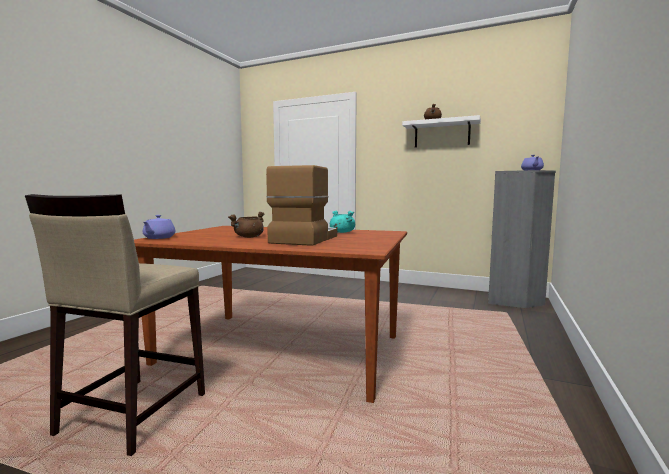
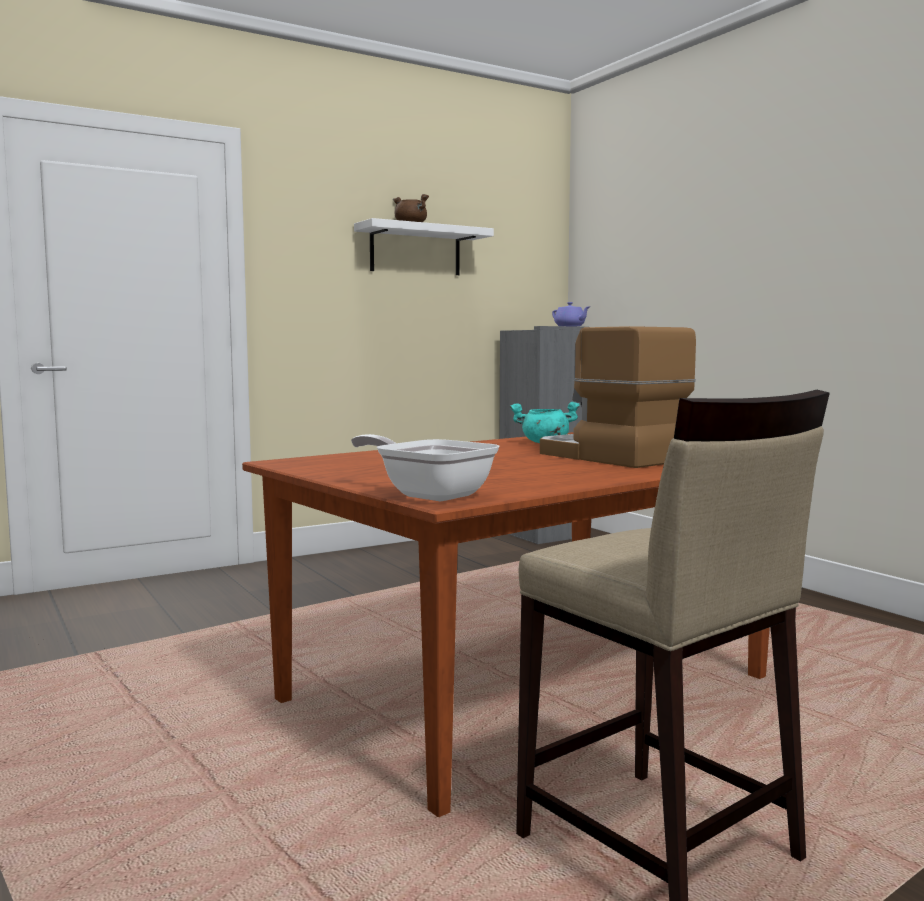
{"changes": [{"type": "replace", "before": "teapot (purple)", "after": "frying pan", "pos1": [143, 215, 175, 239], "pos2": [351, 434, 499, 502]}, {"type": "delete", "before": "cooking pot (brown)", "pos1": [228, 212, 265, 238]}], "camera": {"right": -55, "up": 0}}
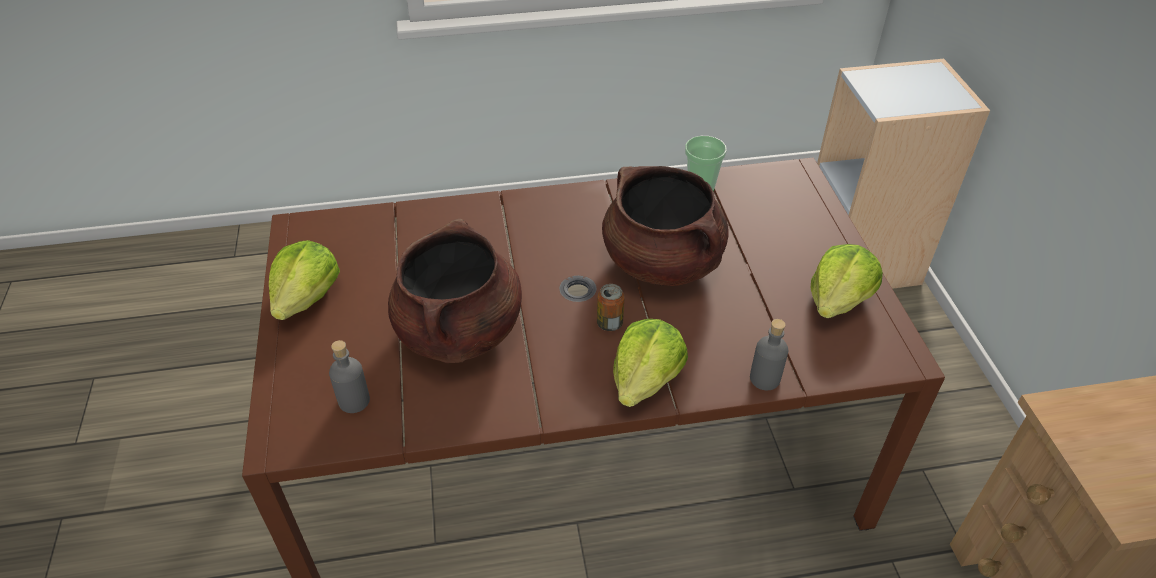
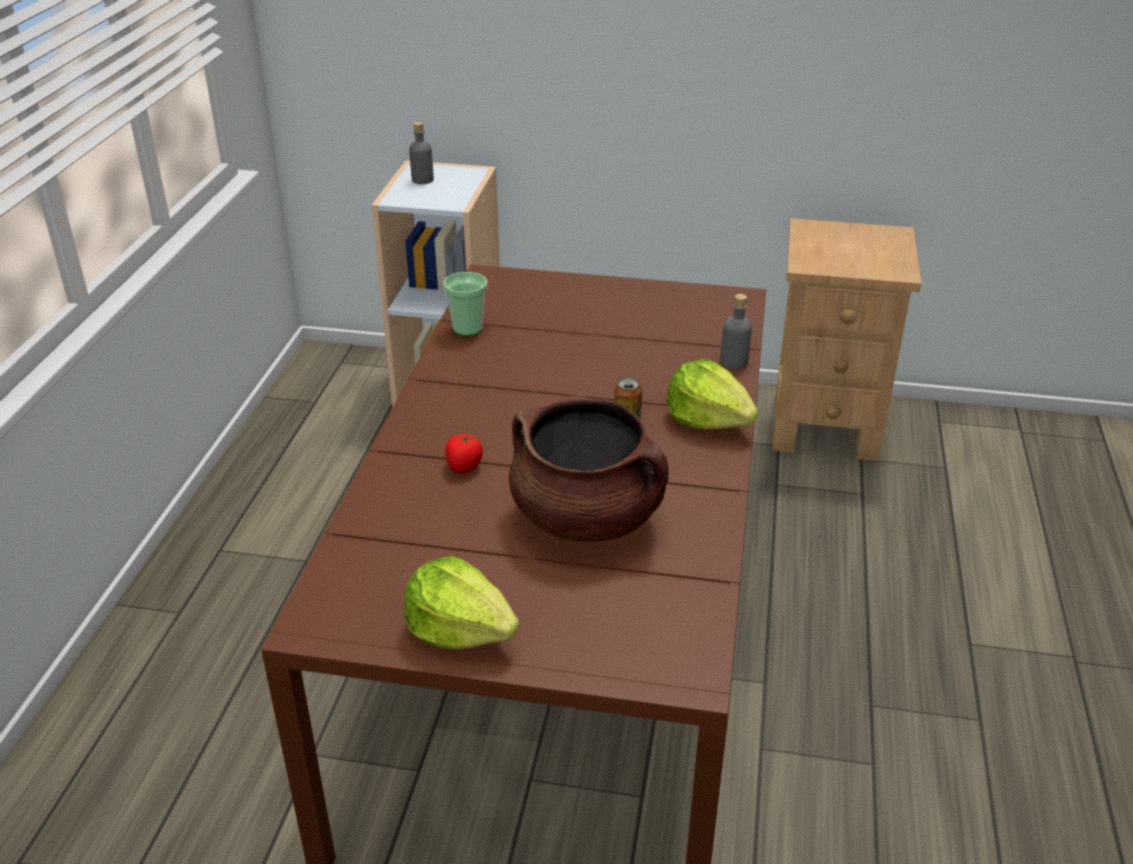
{"changes": [{"type": "move", "before": "bottle (grey)", "pos1": [329, 340, 370, 413], "pos2": [409, 122, 434, 184]}, {"type": "delete", "before": "cooking pot (brown)", "pos1": [602, 166, 729, 286]}, {"type": "delete", "before": "lettuce", "pos1": [811, 244, 883, 318]}, {"type": "insert", "after": "tomato", "pos2": [445, 433, 483, 473]}], "camera": {"right": -70, "up": -10}}
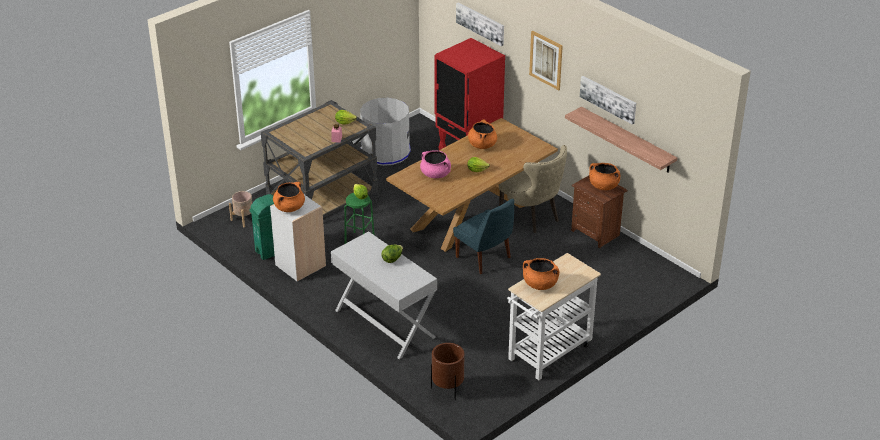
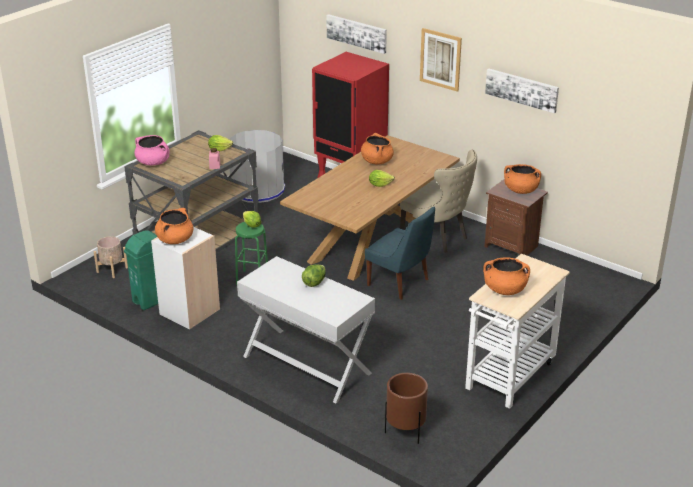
{"changes": [{"type": "move", "before": "cooking pot (pink)", "pos1": [420, 150, 451, 178], "pos2": [134, 135, 170, 165]}, {"type": "delete", "before": "shelf", "pos1": [565, 107, 677, 173]}], "camera": {"right": -10, "up": -5}}
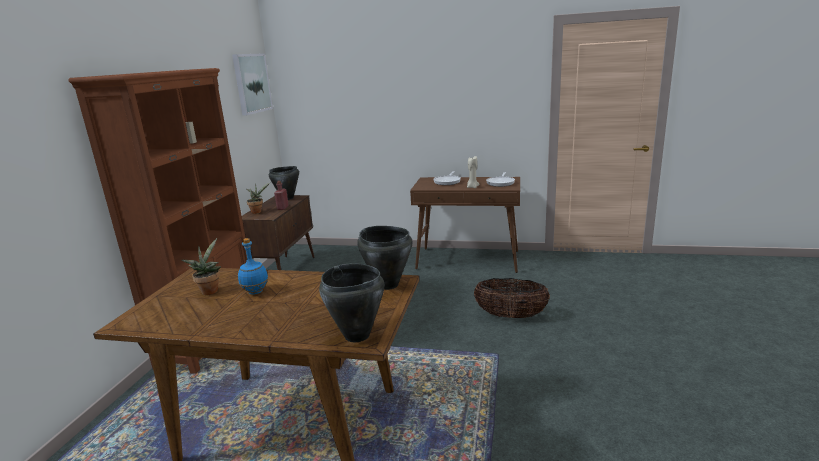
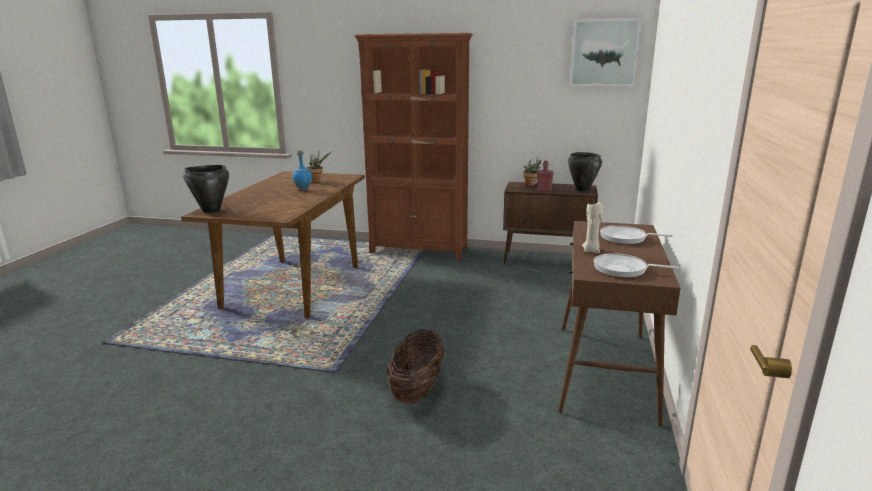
{"changes": [{"type": "delete", "before": "cooking pot (black)", "pos1": [357, 226, 413, 290]}], "camera": {"right": 90, "up": 0}}
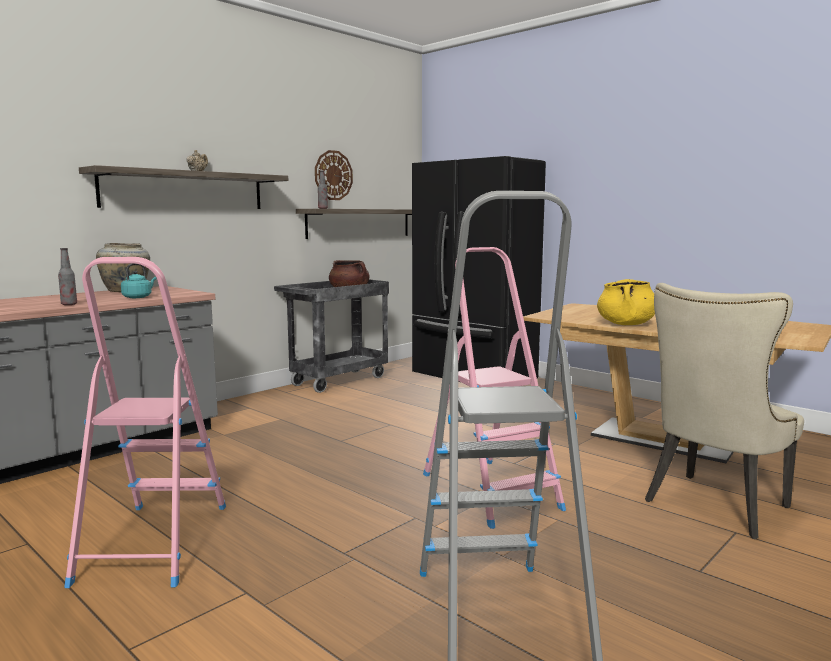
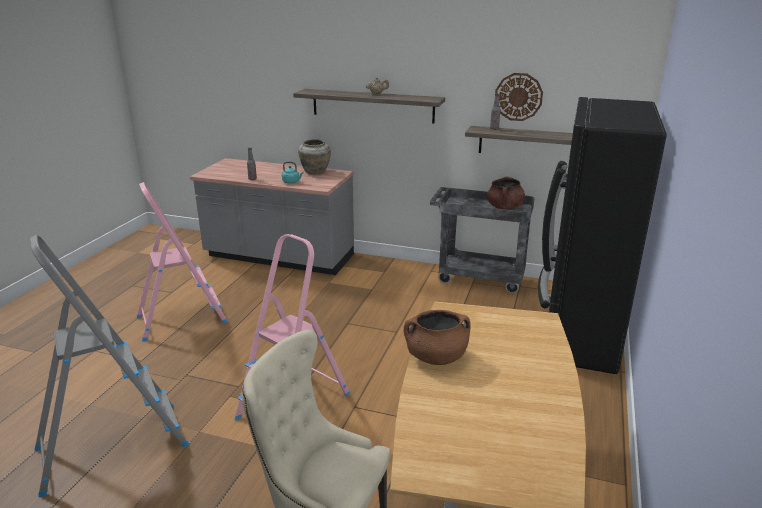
{"changes": [{"type": "recolor", "before": "cooking pot (yellow)", "after": "cooking pot (brown)", "pos1": [597, 279, 655, 325], "pos2": [404, 310, 471, 365]}], "camera": {"right": 65, "up": 15}}
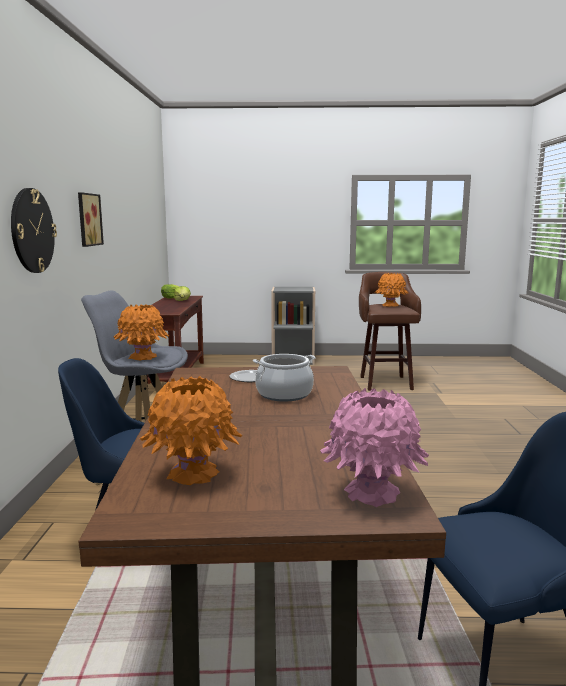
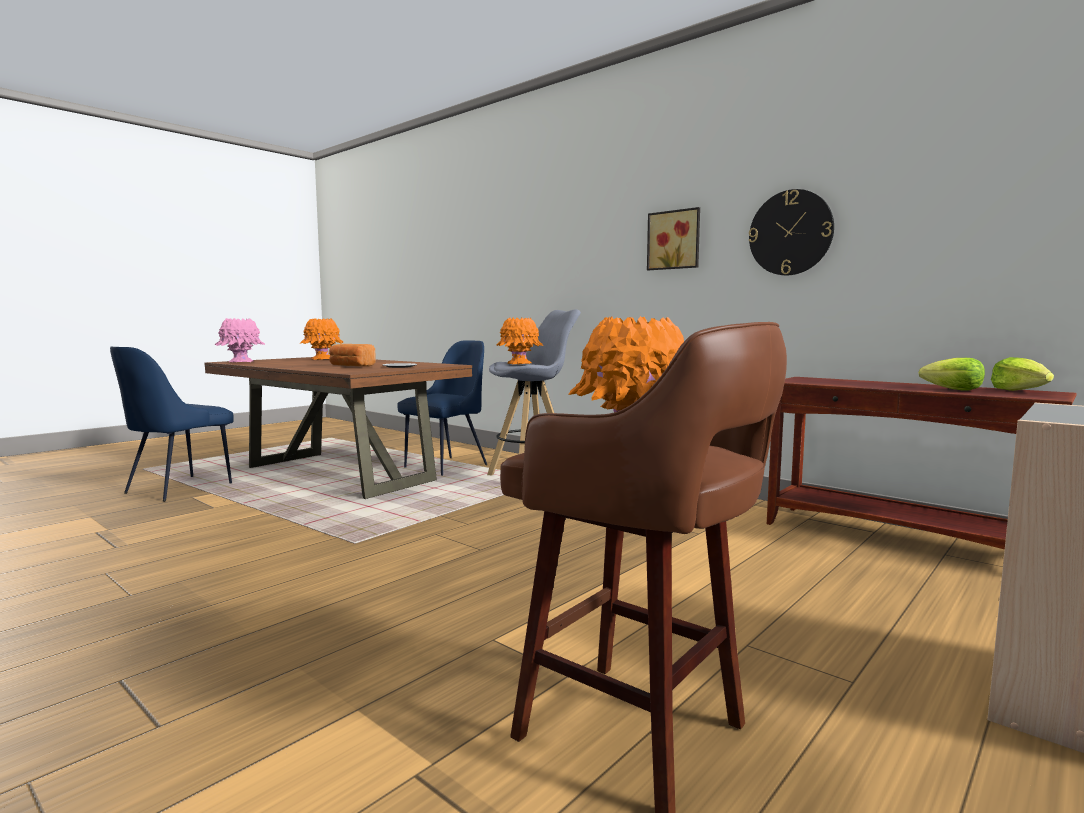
{"changes": [{"type": "move", "before": "wall clock", "pos1": [11, 188, 57, 273], "pos2": [749, 189, 834, 275]}, {"type": "replace", "before": "cooking pot", "after": "bread", "pos1": [253, 354, 315, 401], "pos2": [329, 344, 376, 366]}], "camera": {"right": 130, "up": -5}}
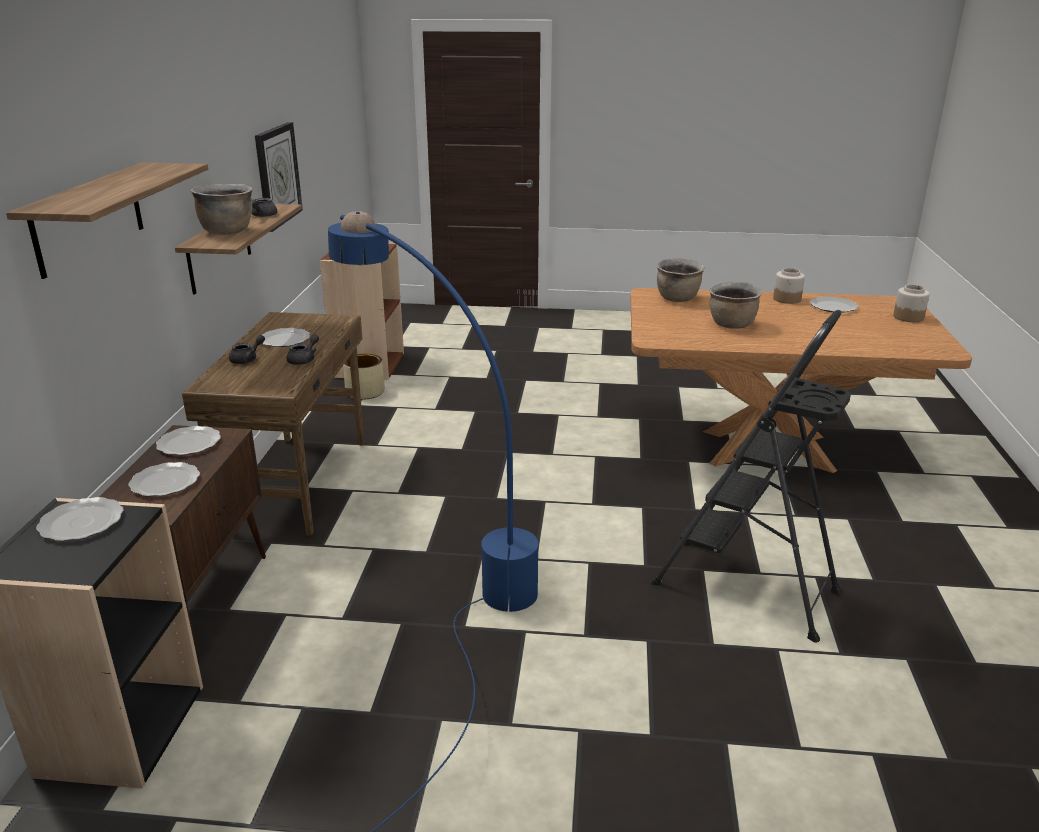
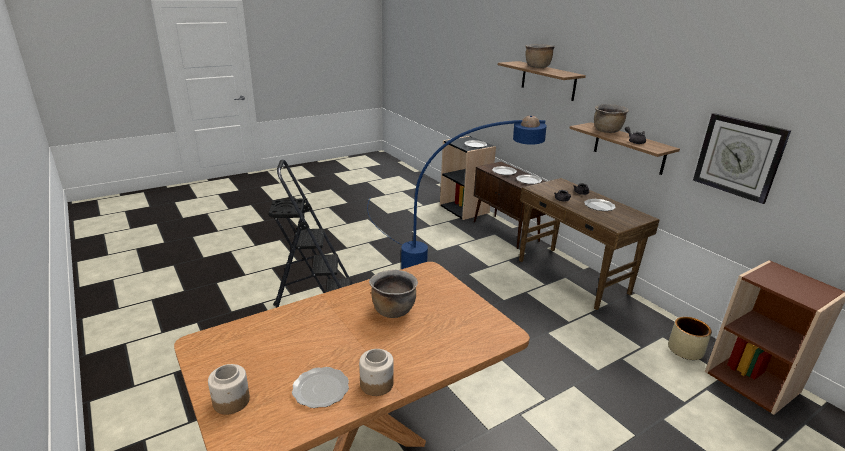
{"changes": [{"type": "move", "before": "cooking pot (brown)", "pos1": [657, 258, 705, 302], "pos2": [525, 44, 555, 68]}], "camera": {"right": 140, "up": 0}}
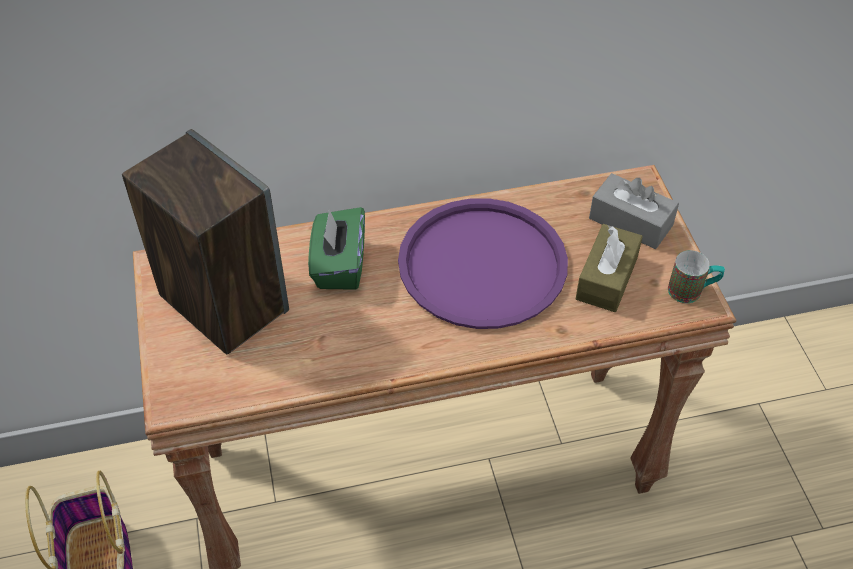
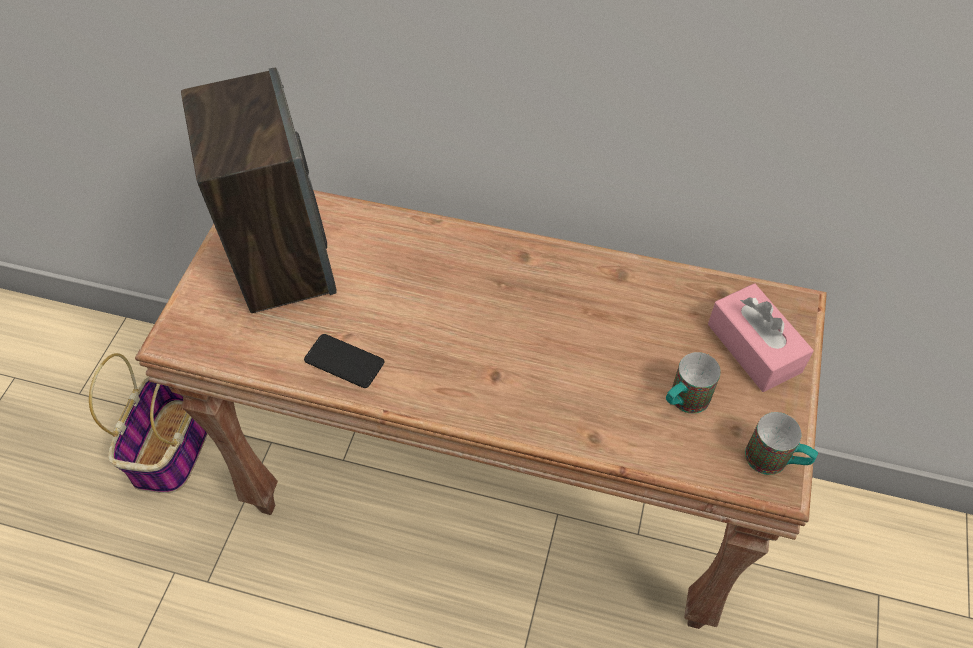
{"changes": [{"type": "delete", "before": "tissue box (green)", "pos1": [308, 207, 365, 290]}, {"type": "delete", "before": "tray (purple)", "pos1": [398, 198, 568, 329]}, {"type": "replace", "before": "tissue box (brown)", "after": "mug", "pos1": [576, 224, 643, 312], "pos2": [666, 352, 721, 414]}, {"type": "recolor", "before": "tissue box (grey)", "after": "tissue box (pink)", "pos1": [589, 173, 679, 249], "pos2": [708, 283, 814, 392]}, {"type": "insert", "after": "phone", "pos2": [304, 334, 384, 388]}], "camera": {"right": 30, "up": 5}}
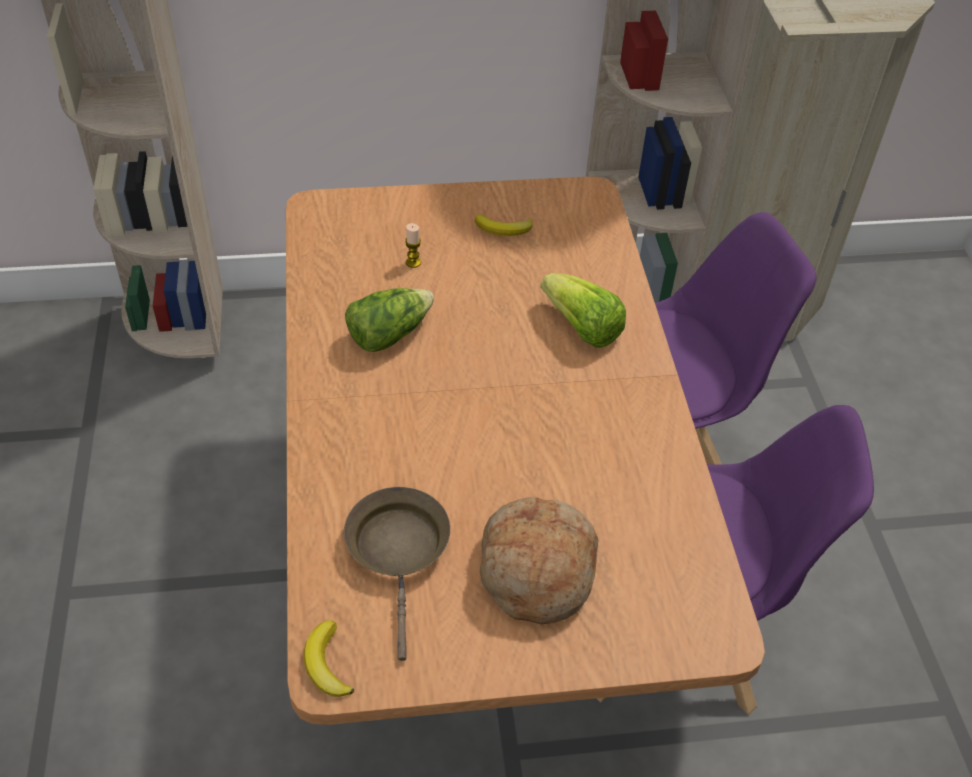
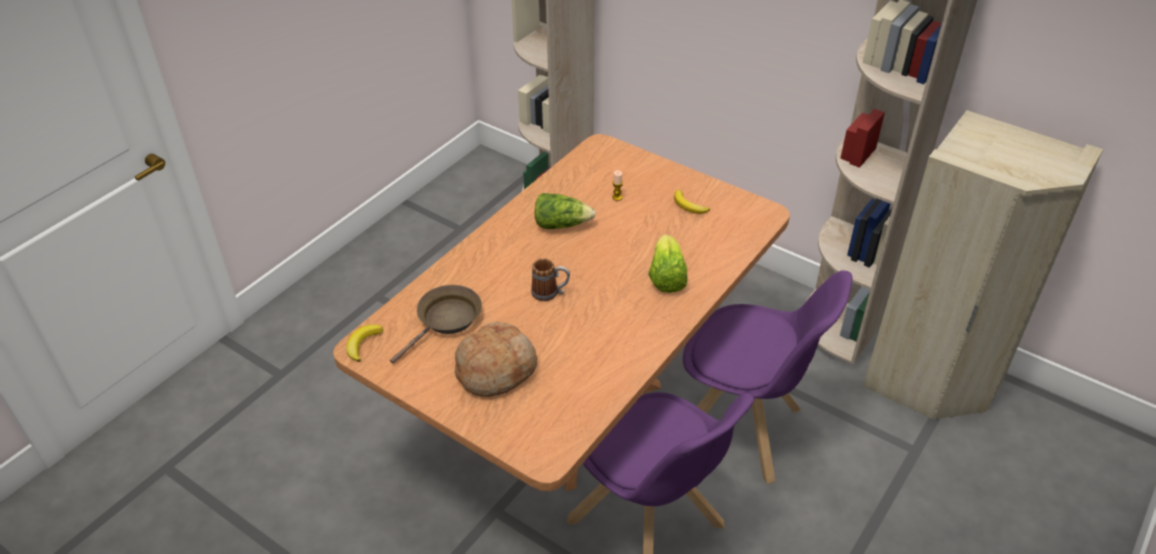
{"changes": [{"type": "insert", "after": "mug", "pos2": [531, 258, 570, 301]}], "camera": {"right": 45, "up": -5}}
